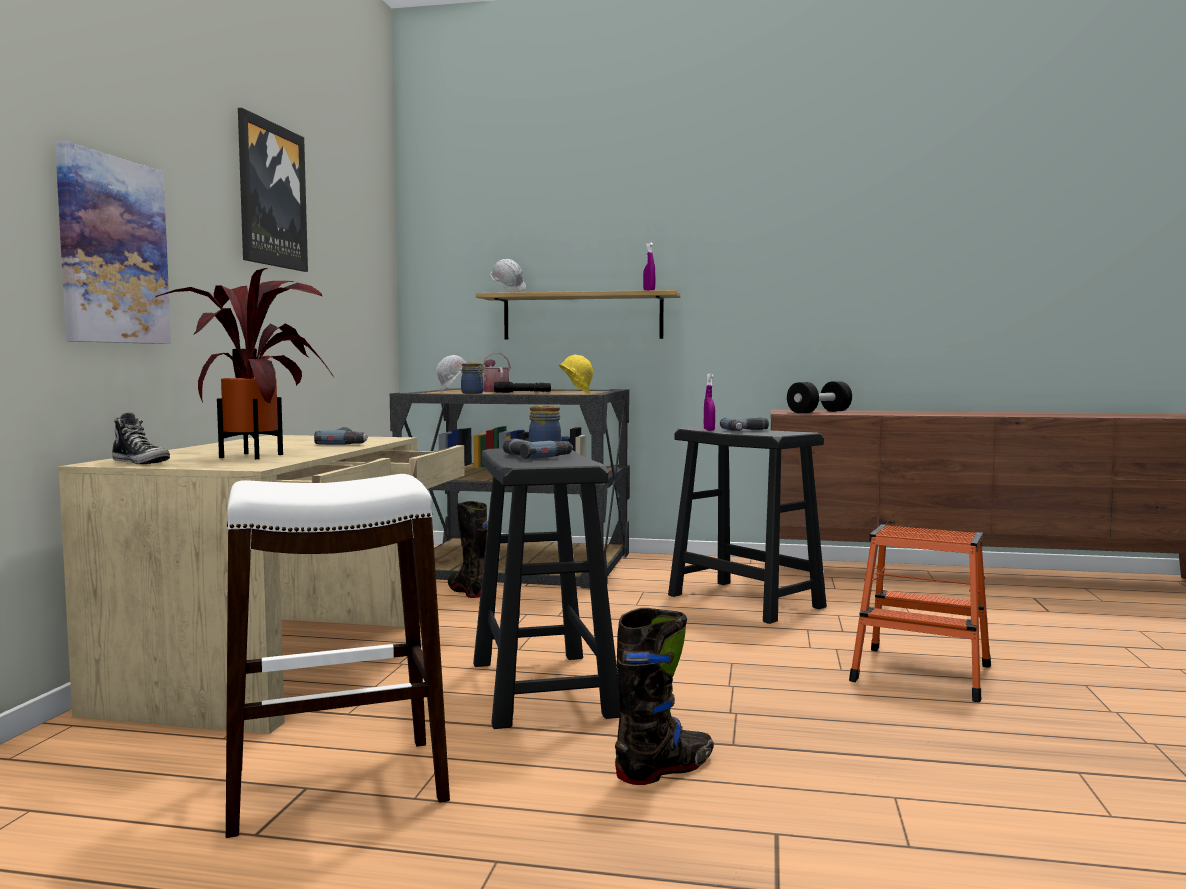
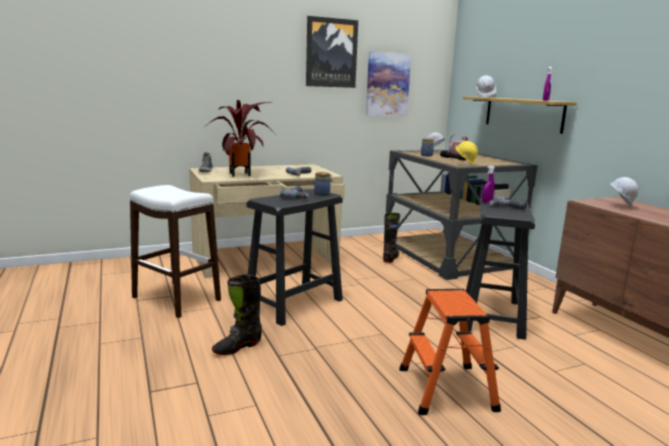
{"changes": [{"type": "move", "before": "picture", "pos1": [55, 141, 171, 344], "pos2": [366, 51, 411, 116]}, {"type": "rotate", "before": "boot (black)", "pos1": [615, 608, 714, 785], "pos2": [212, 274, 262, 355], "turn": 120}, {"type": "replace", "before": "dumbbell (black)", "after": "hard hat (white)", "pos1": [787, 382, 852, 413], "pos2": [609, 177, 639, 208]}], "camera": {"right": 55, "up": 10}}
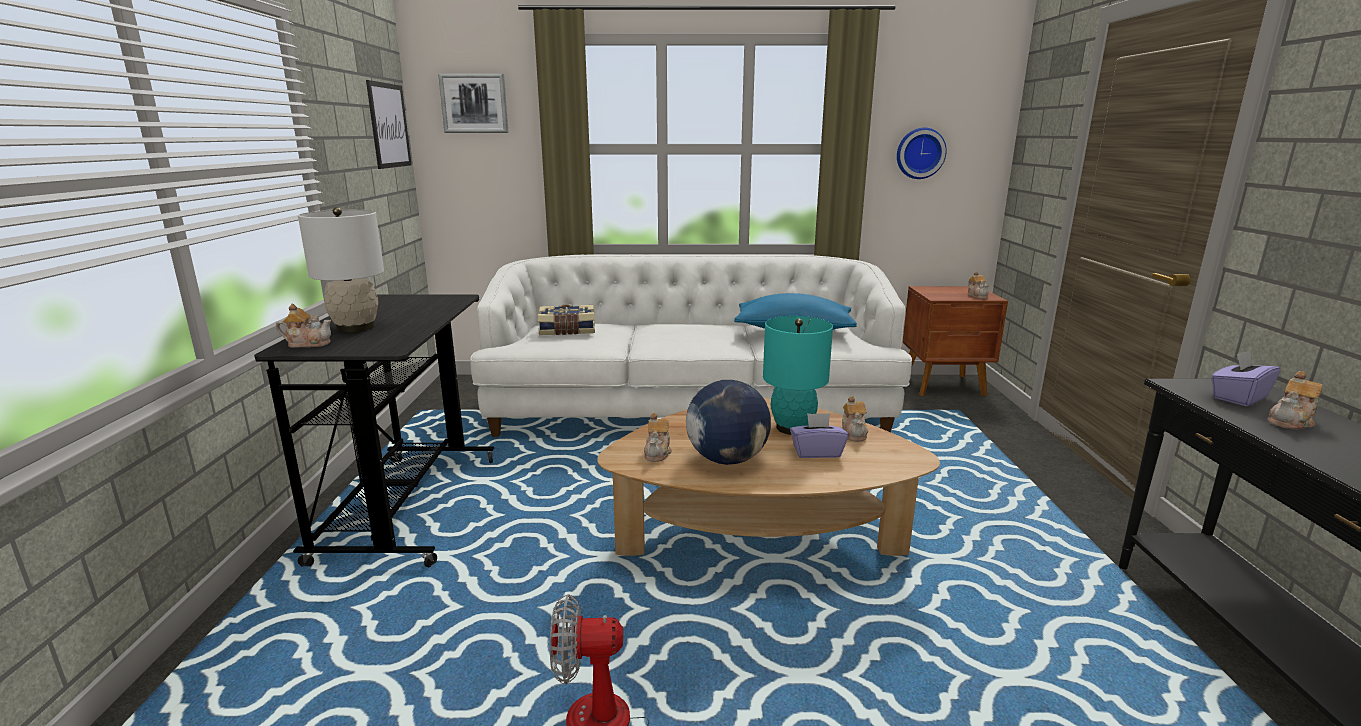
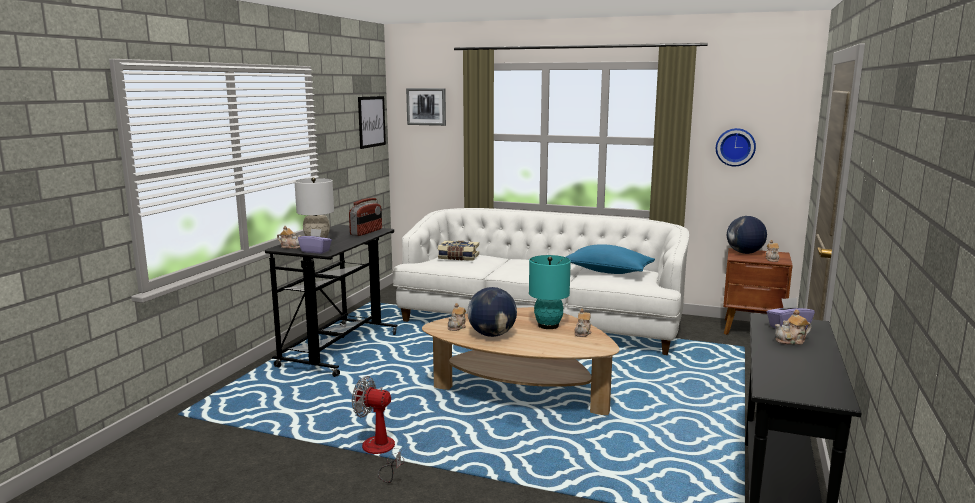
{"changes": [{"type": "move", "before": "tissue box (purple)", "pos1": [790, 413, 849, 458], "pos2": [298, 229, 332, 254]}, {"type": "insert", "after": "radio", "pos2": [349, 198, 382, 236]}, {"type": "insert", "after": "globe", "pos2": [727, 216, 767, 254]}], "camera": {"right": 20, "up": -5}}
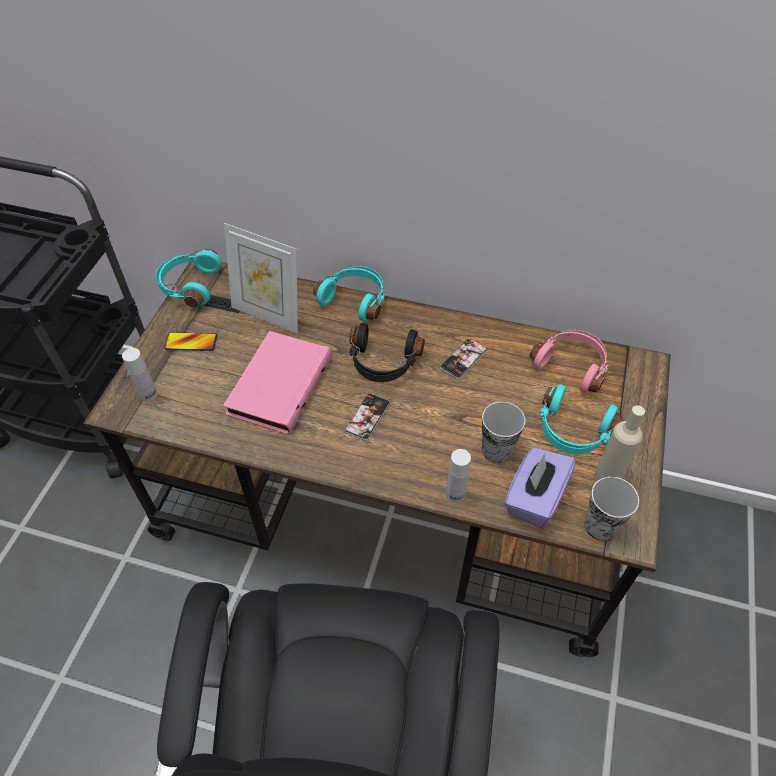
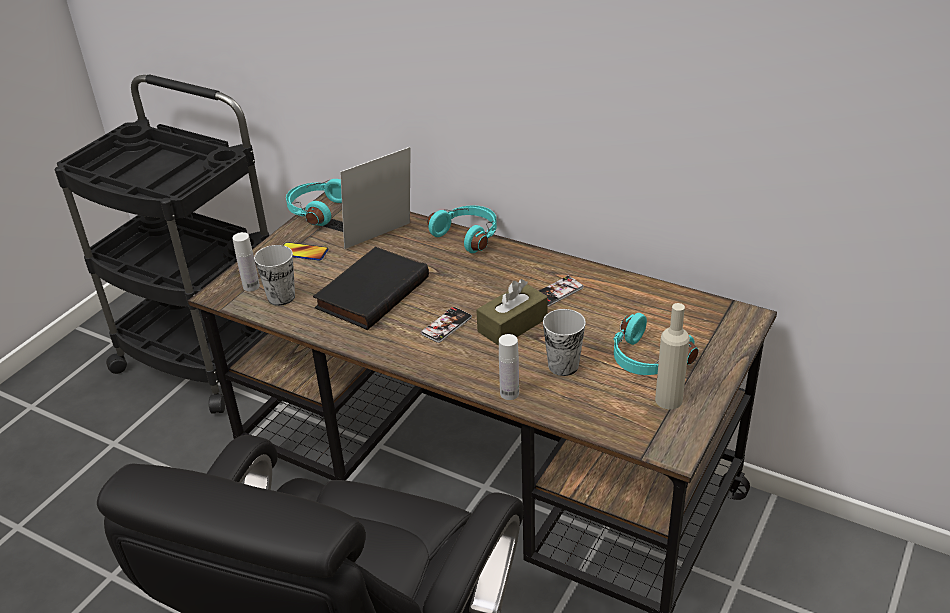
{"changes": [{"type": "recolor", "before": "book (pink)", "after": "book (black)", "pos1": [223, 331, 332, 435], "pos2": [313, 247, 429, 330]}, {"type": "rotate", "before": "picture frame", "pos1": [224, 223, 298, 334], "pos2": [340, 147, 411, 249], "turn": 105}, {"type": "delete", "before": "headphones (black)", "pos1": [350, 323, 425, 382]}, {"type": "delete", "before": "tissue box (purple)", "pos1": [504, 447, 576, 529]}, {"type": "delete", "before": "headphones (pink)", "pos1": [530, 330, 608, 394]}, {"type": "move", "before": "cup", "pos1": [585, 476, 639, 541], "pos2": [254, 245, 295, 306]}, {"type": "insert", "after": "tissue box (brown)", "pos2": [476, 279, 548, 346]}], "camera": {"right": 15, "up": -15}}
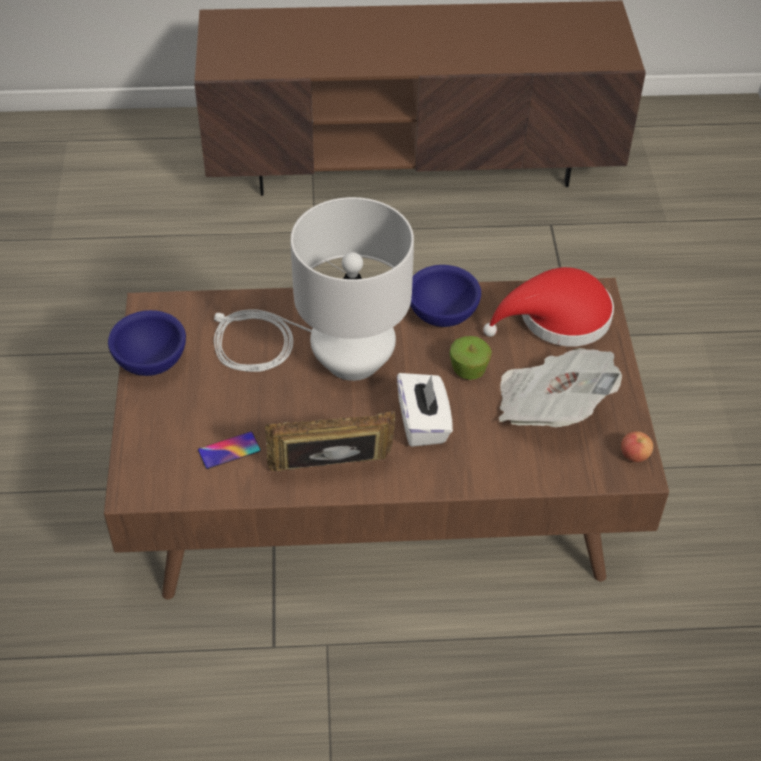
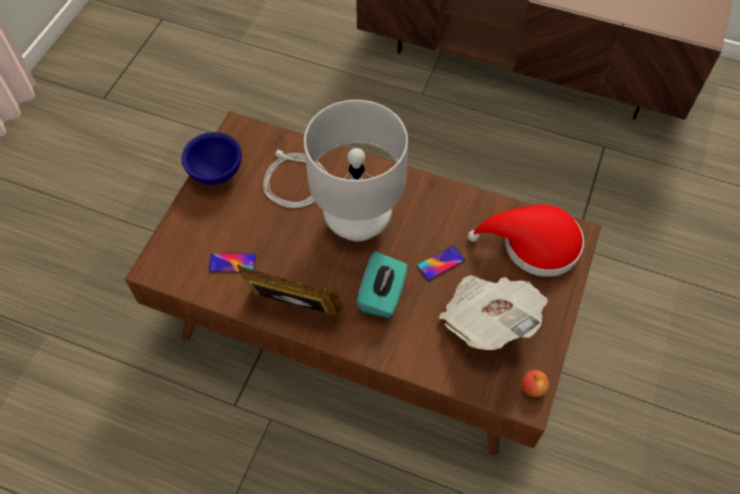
{"changes": [{"type": "recolor", "before": "tissue box (white)", "after": "tissue box (turquoise)", "pos1": [397, 373, 453, 447], "pos2": [356, 251, 408, 318]}, {"type": "delete", "before": "bowl (blue)", "pos1": [410, 265, 481, 327]}, {"type": "replace", "before": "apple", "after": "phone", "pos1": [450, 336, 492, 380], "pos2": [417, 246, 465, 281]}], "camera": {"right": 25, "up": 10}}
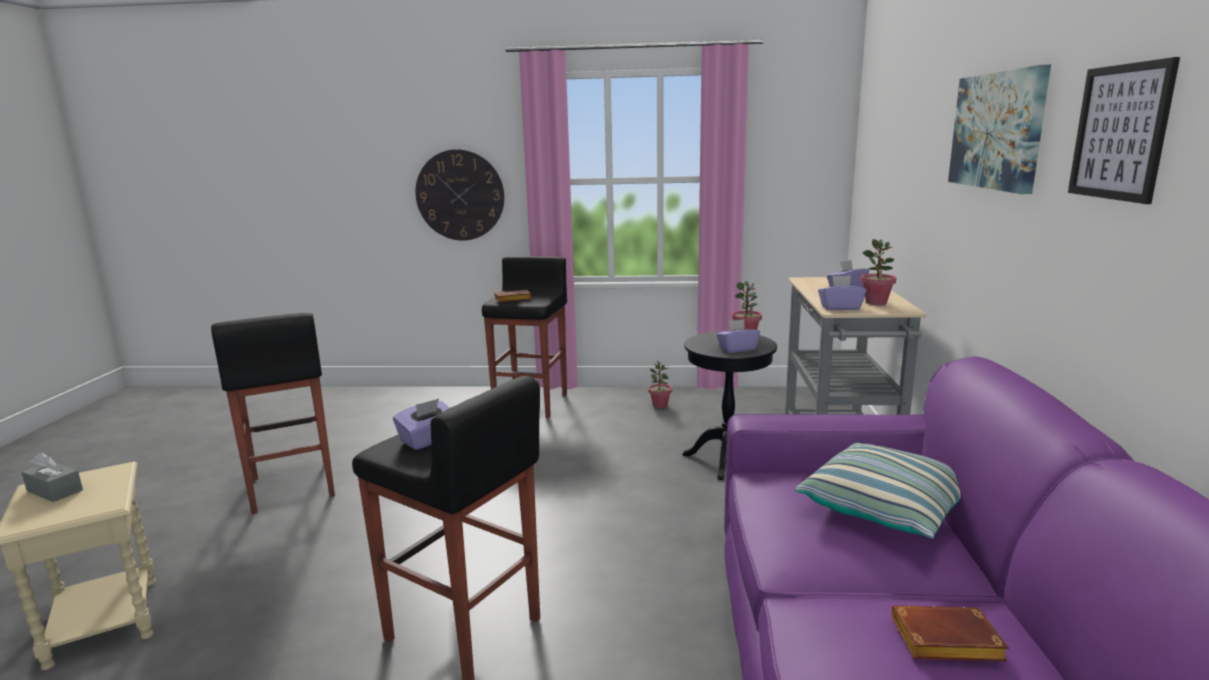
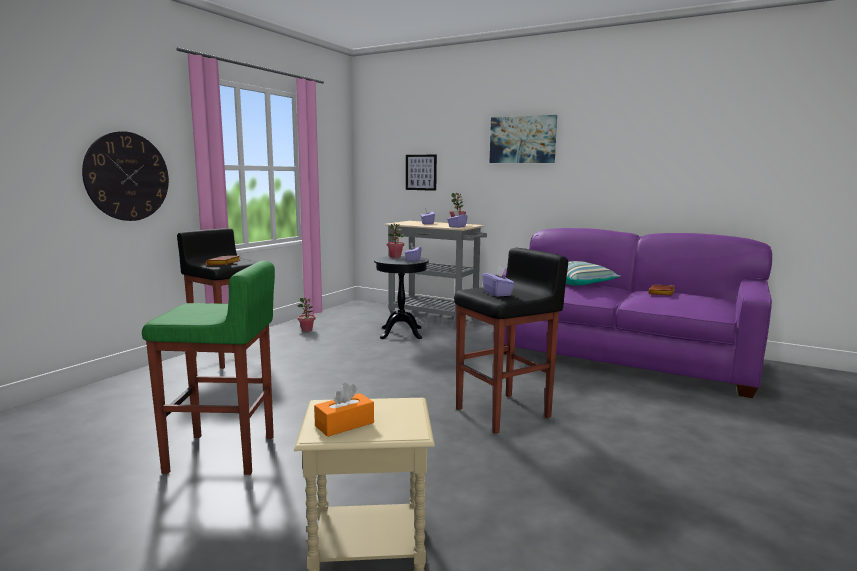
{"changes": [{"type": "recolor", "before": "tissue box (grey)", "after": "tissue box (orange)", "pos1": [21, 452, 83, 502], "pos2": [314, 383, 374, 437]}, {"type": "recolor", "before": "stool (black)", "after": "stool (green)", "pos1": [211, 312, 335, 514], "pos2": [142, 261, 275, 475]}, {"type": "move", "before": "picture", "pos1": [1068, 57, 1180, 204], "pos2": [406, 155, 437, 191]}], "camera": {"right": -65, "up": -5}}
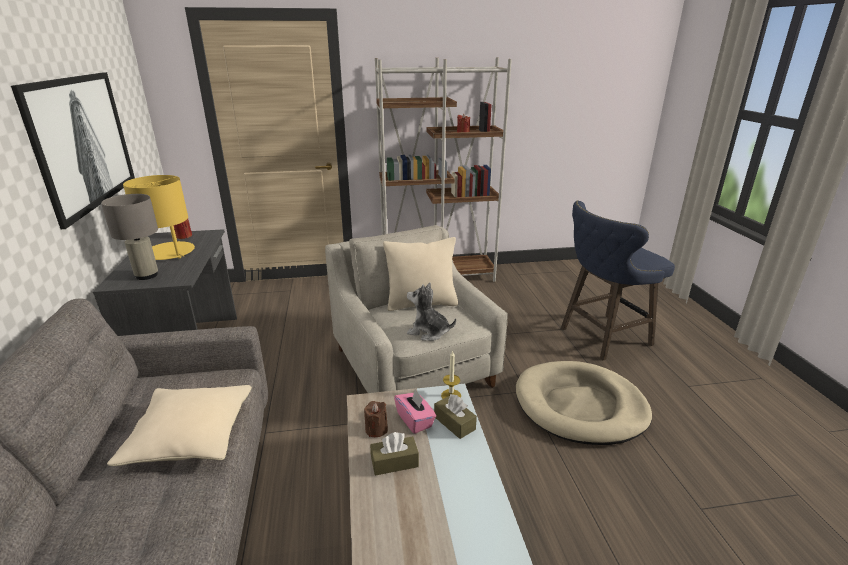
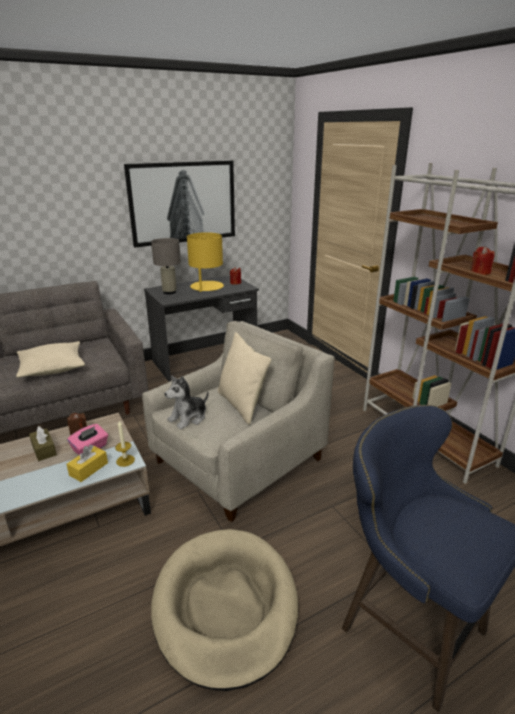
{"changes": [{"type": "rotate", "before": "plush toy", "pos1": [407, 282, 456, 341], "pos2": [165, 376, 209, 429], "turn": -135}, {"type": "recolor", "before": "tissue box (brown)", "after": "tissue box (yellow)", "pos1": [434, 394, 477, 439], "pos2": [66, 445, 108, 482]}], "camera": {"right": 70, "up": 0}}
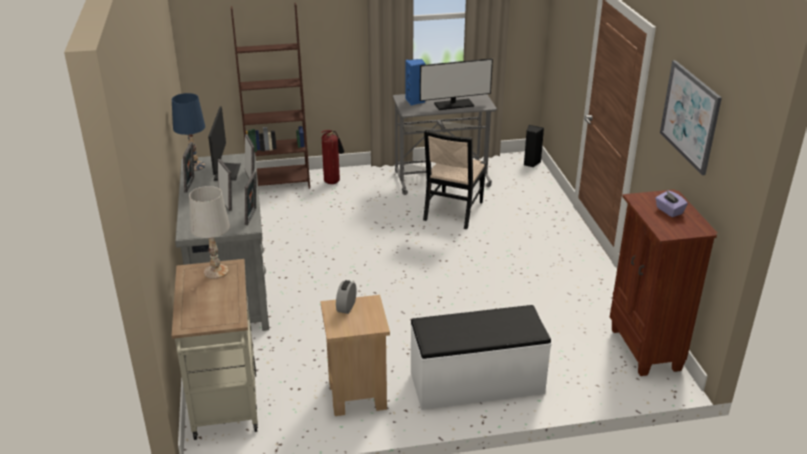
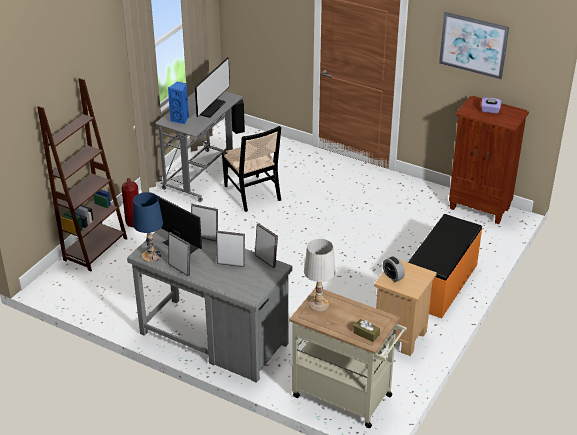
{"changes": [{"type": "recolor", "before": "bench (white)", "after": "bench (orange)", "pos1": [410, 305, 551, 410], "pos2": [408, 214, 482, 319]}, {"type": "insert", "after": "tissue box (brown)", "pos2": [354, 319, 380, 342]}], "camera": {"right": -50, "up": 5}}
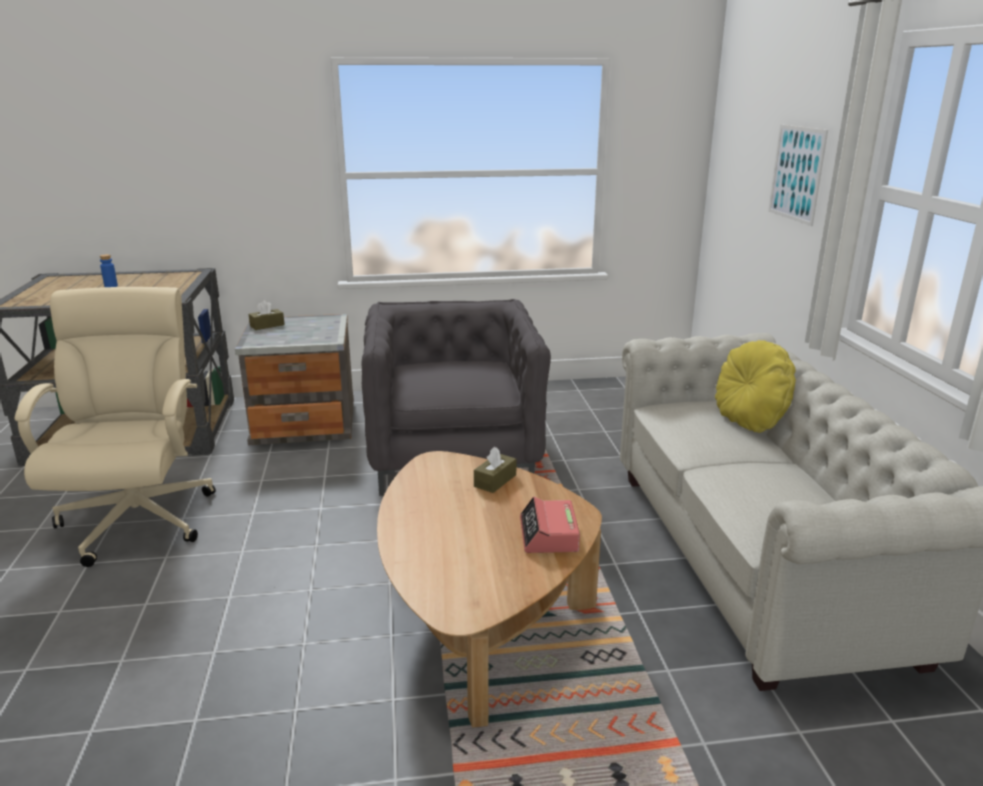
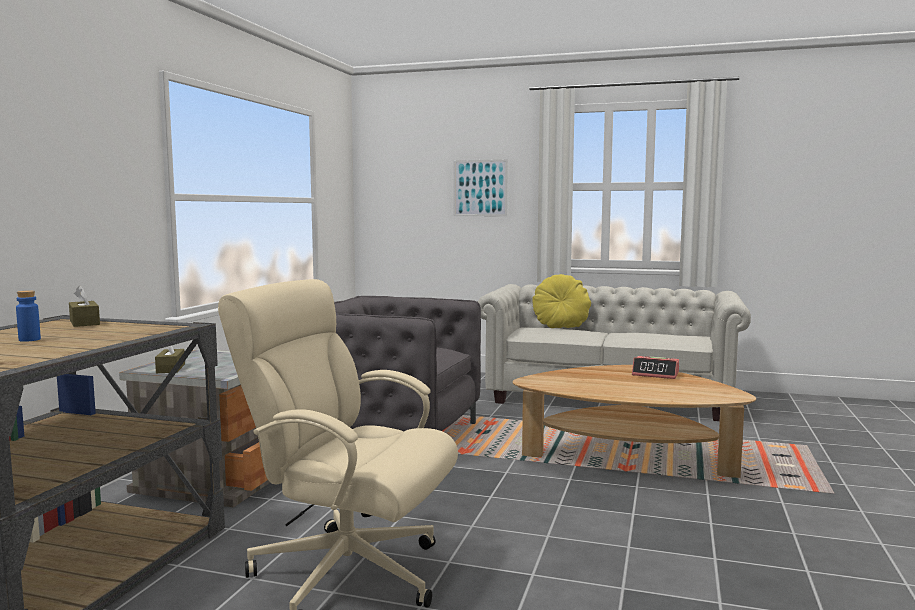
{"changes": [{"type": "move", "before": "tissue box (brown)", "pos1": [474, 447, 517, 493], "pos2": [69, 286, 100, 327]}], "camera": {"right": -65, "up": -15}}
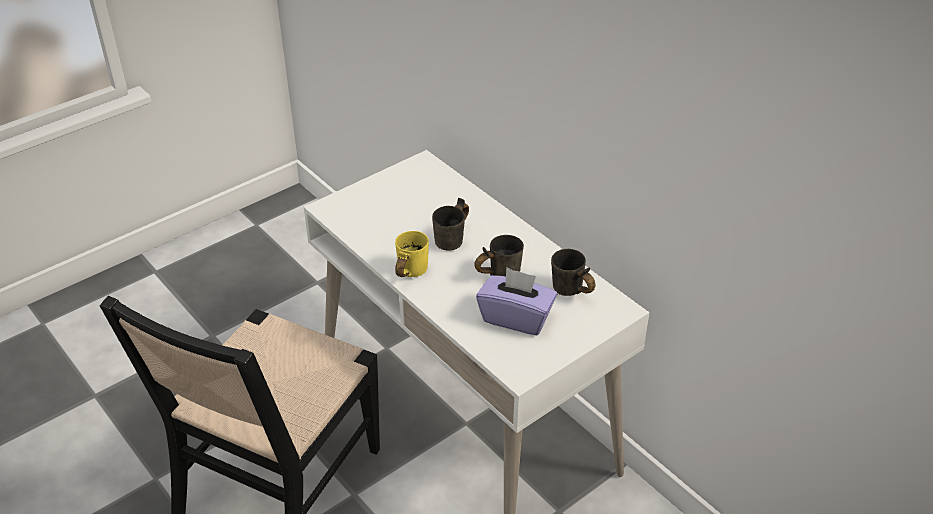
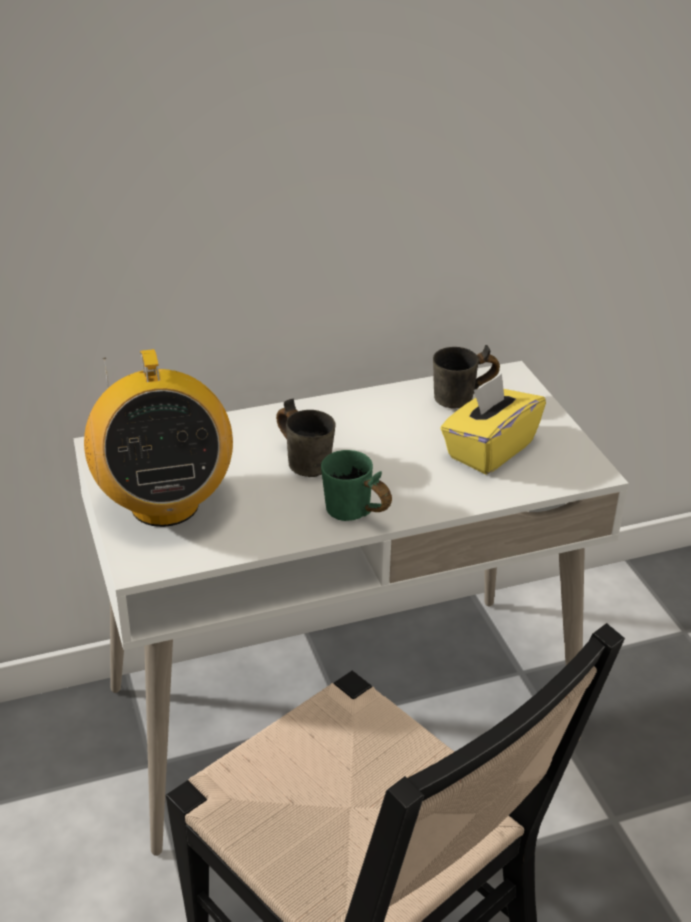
{"changes": [{"type": "recolor", "before": "mug (yellow)", "after": "mug (green)", "pos1": [395, 231, 429, 277], "pos2": [321, 450, 392, 521]}, {"type": "delete", "before": "mug (grey)", "pos1": [474, 235, 524, 276]}, {"type": "recolor", "before": "tissue box (purple)", "after": "tissue box (yellow)", "pos1": [476, 267, 558, 335], "pos2": [440, 374, 546, 474]}, {"type": "insert", "after": "radio", "pos2": [84, 349, 233, 527]}], "camera": {"right": -70, "up": -5}}
